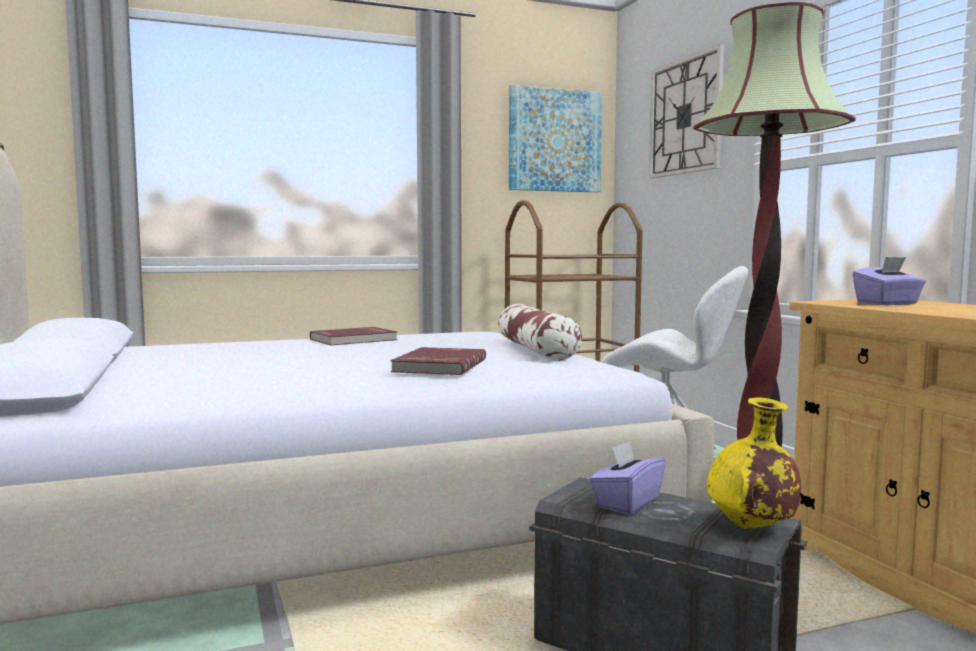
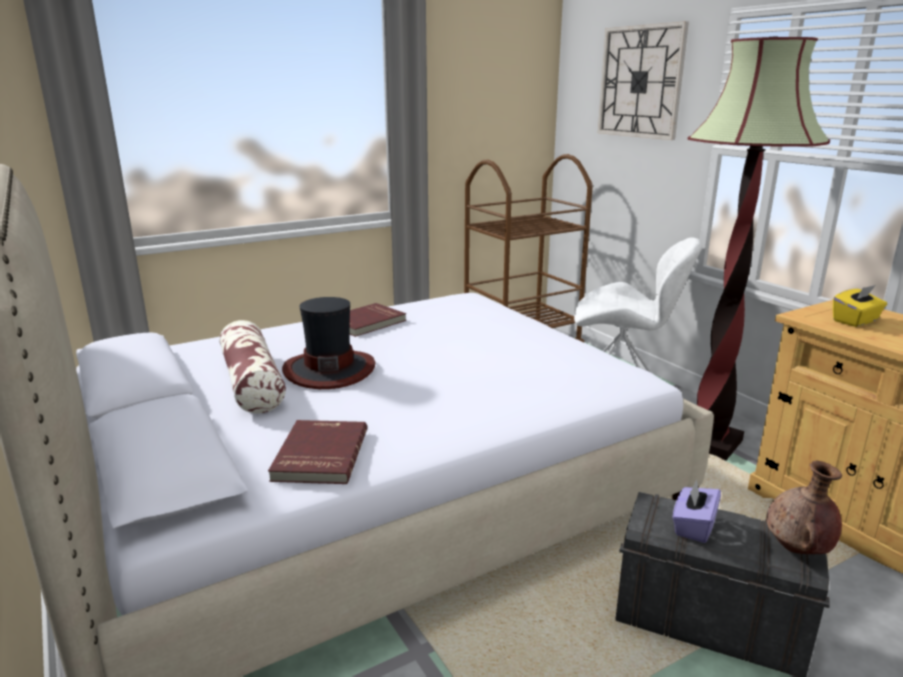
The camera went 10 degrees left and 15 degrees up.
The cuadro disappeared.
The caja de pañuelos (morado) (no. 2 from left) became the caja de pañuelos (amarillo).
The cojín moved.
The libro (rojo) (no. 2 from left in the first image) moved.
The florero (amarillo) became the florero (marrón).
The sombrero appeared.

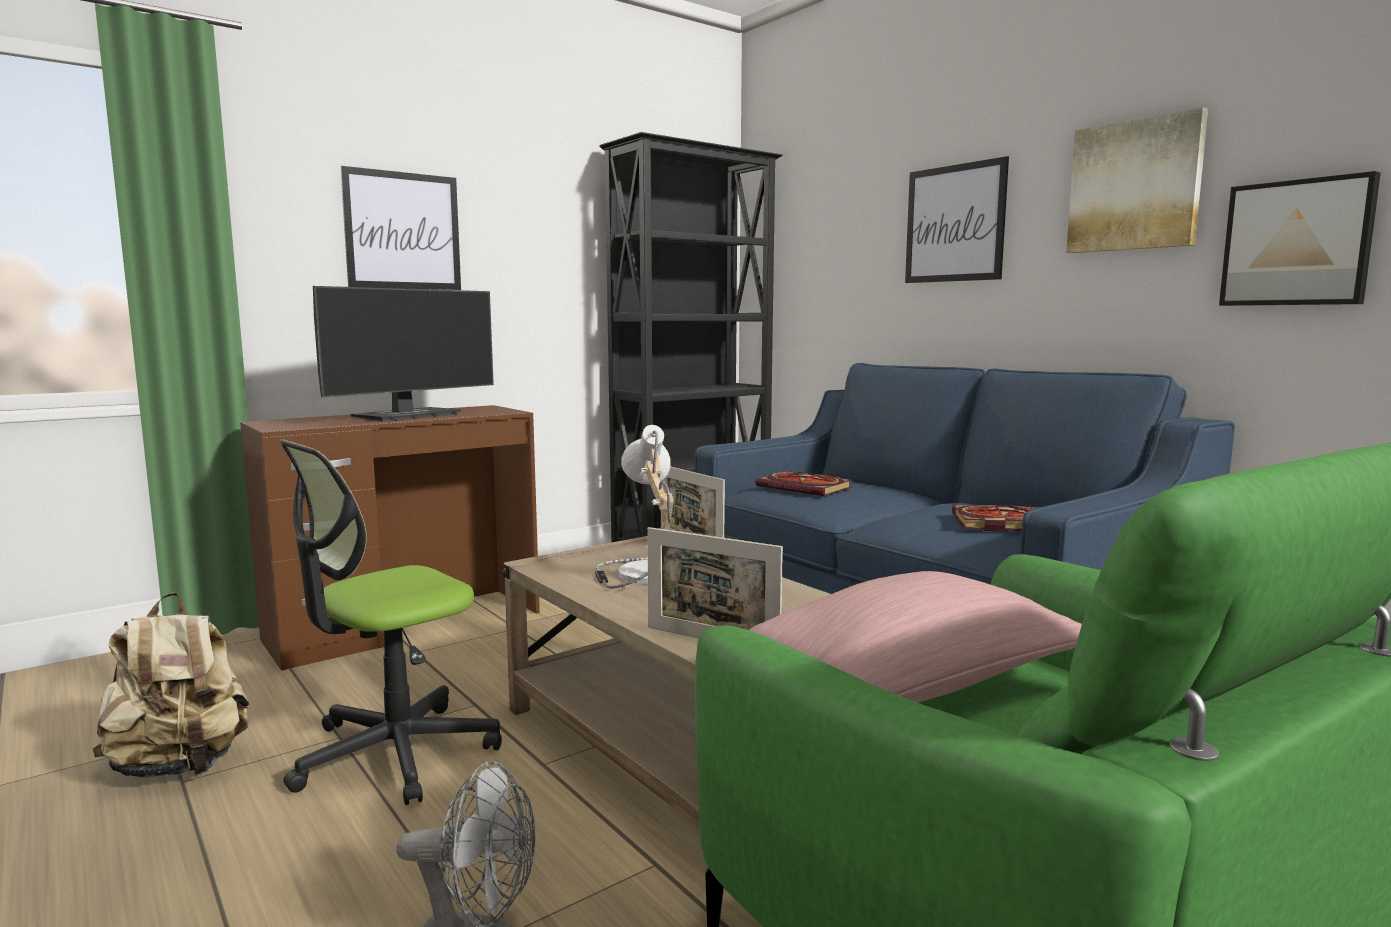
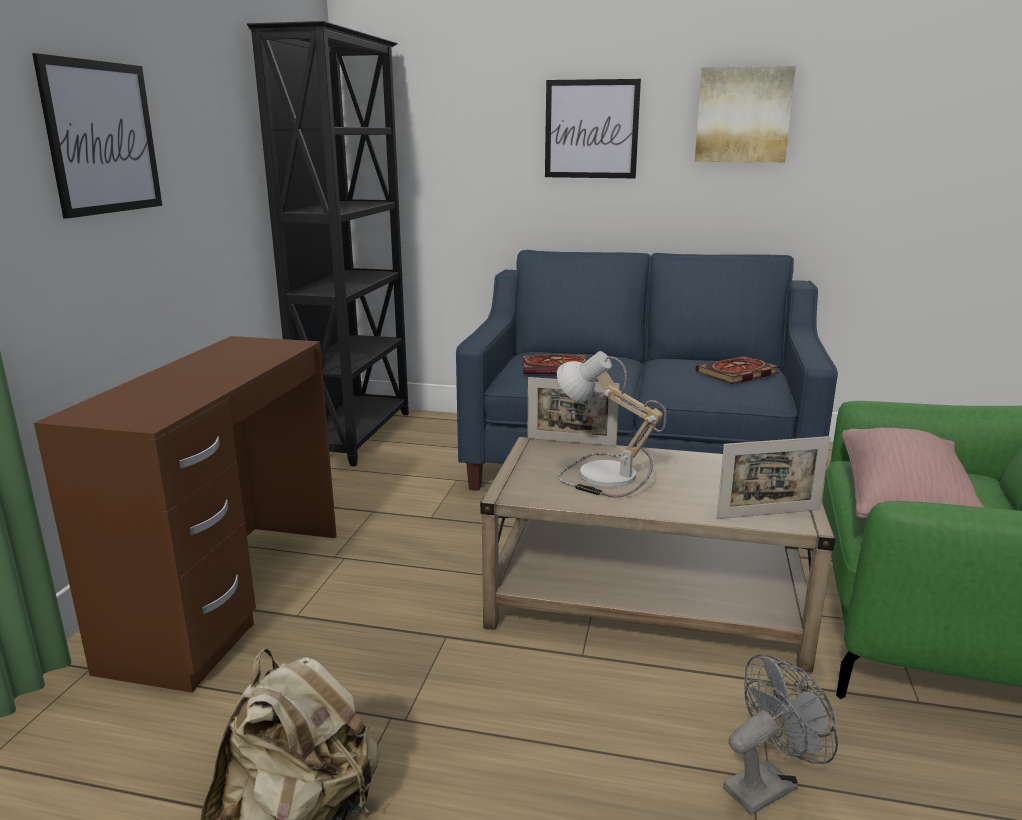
The camera went 40 degrees left and 10 degrees up.
The cuadro (no. 4 from left) disappeared.
The monitor disappeared.
The silla de oficina disappeared.

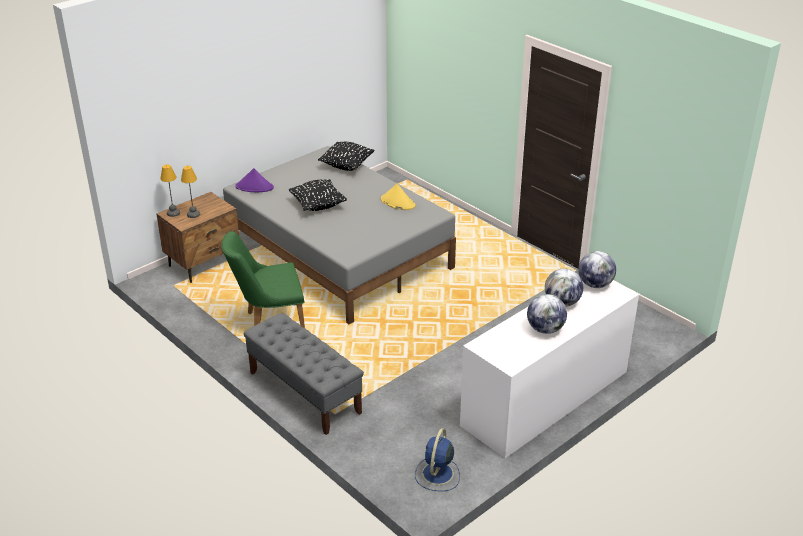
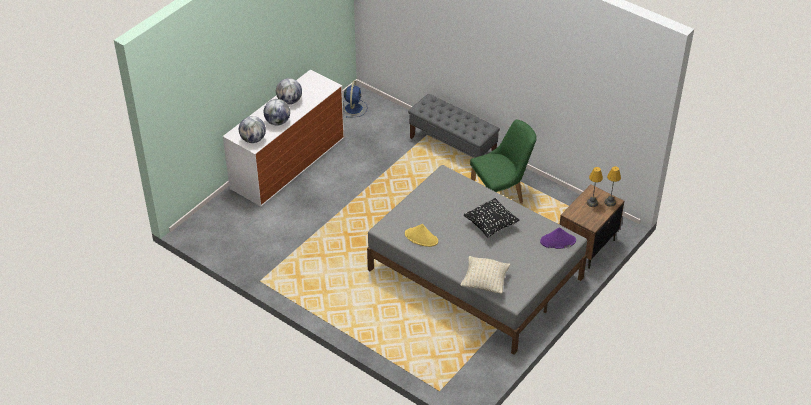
The camera went 170 degrees right and 10 degrees up.
The cojín (negro) (no. 2 from left) became the cojín (beis).

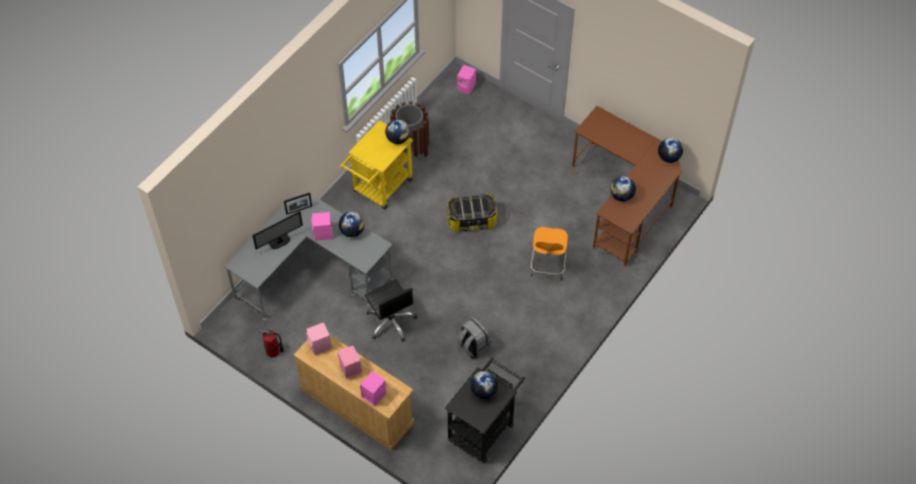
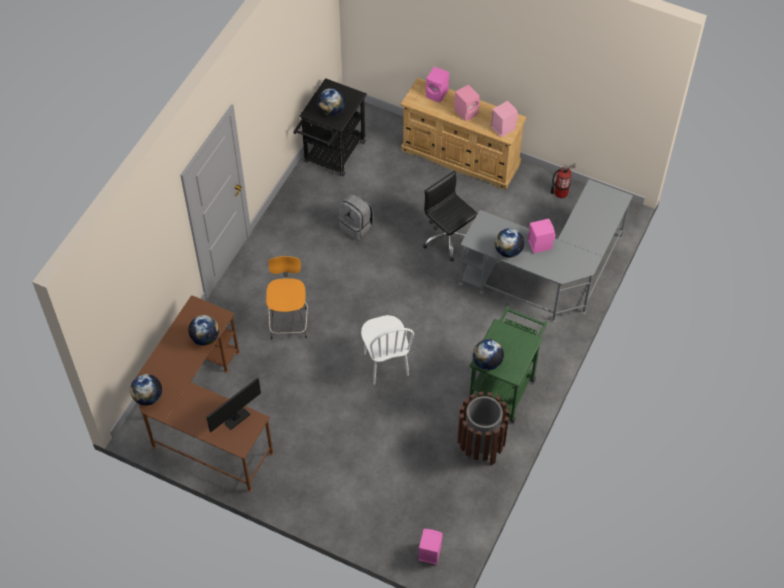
The camera went 170 degrees right and 0 degrees up.
The carrito (amarillo) became the carrito (verde).
The caja de almacenaje was replaced by the silla (blanco).
The portarretratos disappeared.
The monitor moved.

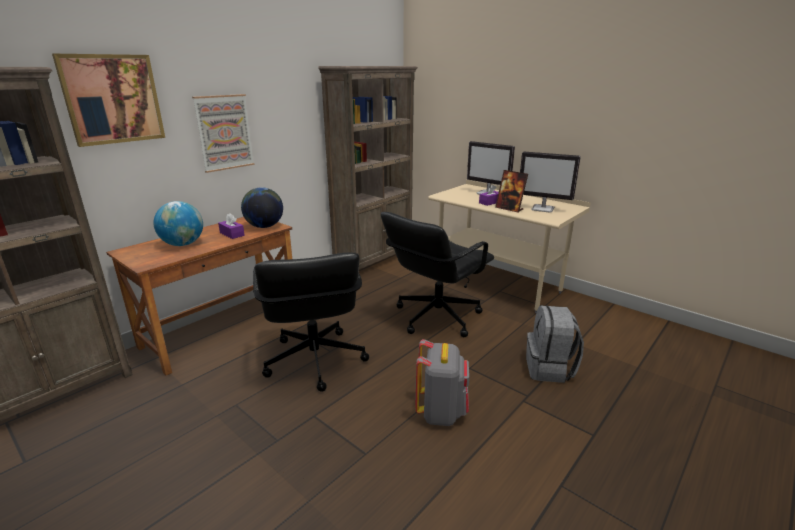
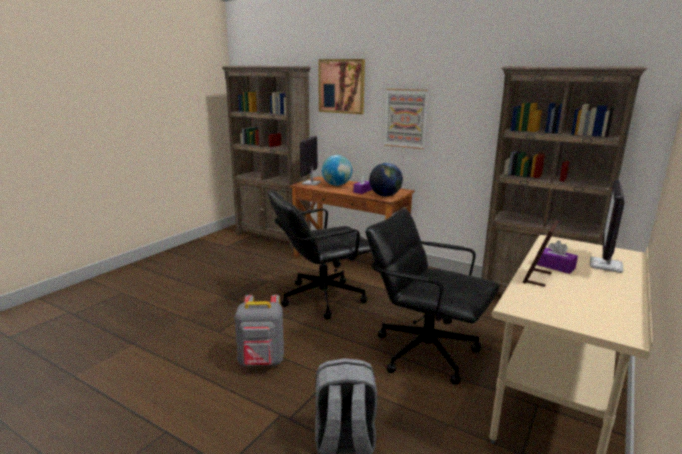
The camera went 80 degrees right and 5 degrees down.
The monitor (no. 2 from left in the first image) moved.

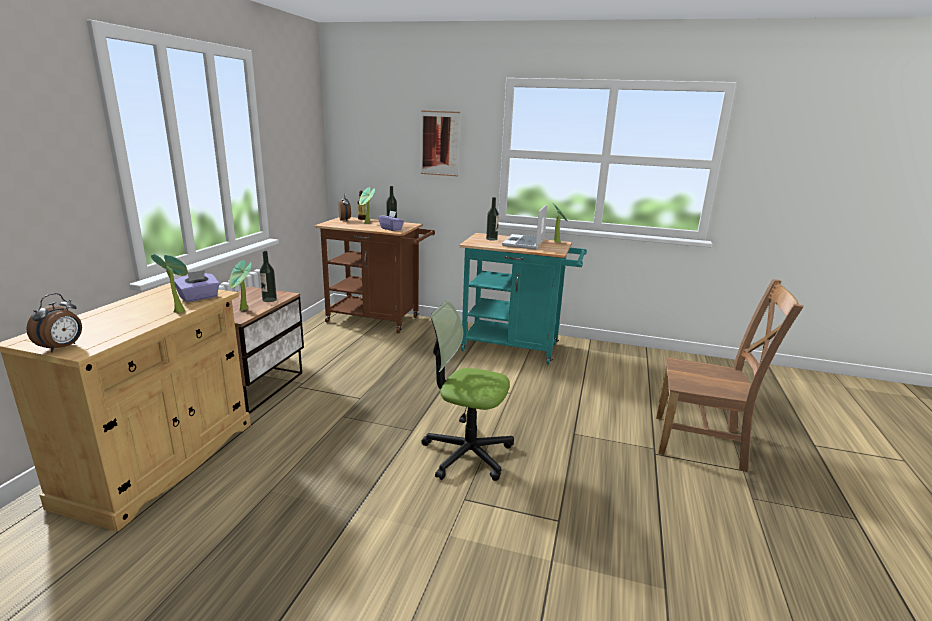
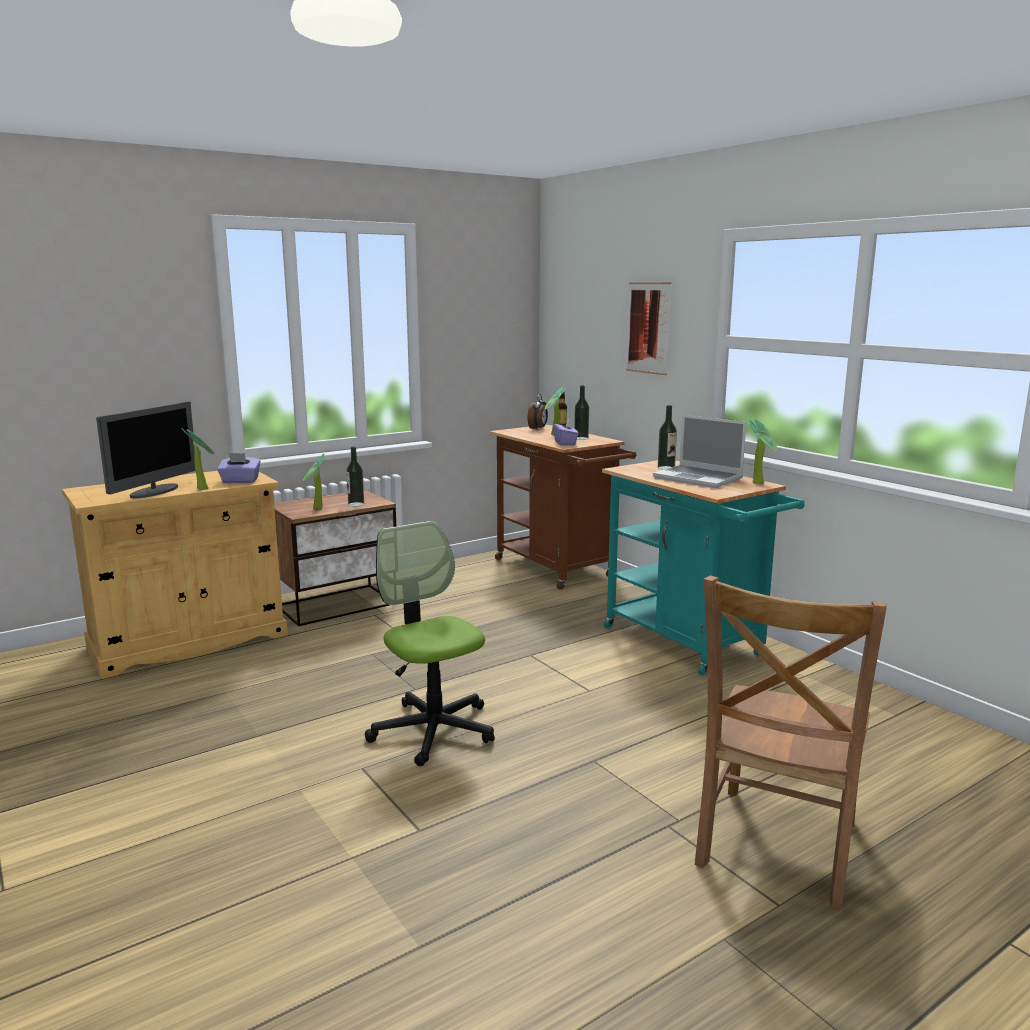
The camera went 40 degrees right and 5 degrees down.
The portátil turned 105 degrees counterclockwise.
The silla (marrón) turned 60 degrees clockwise.
The despertador (no. 1 from left) disappeared.
The monitor appeared.

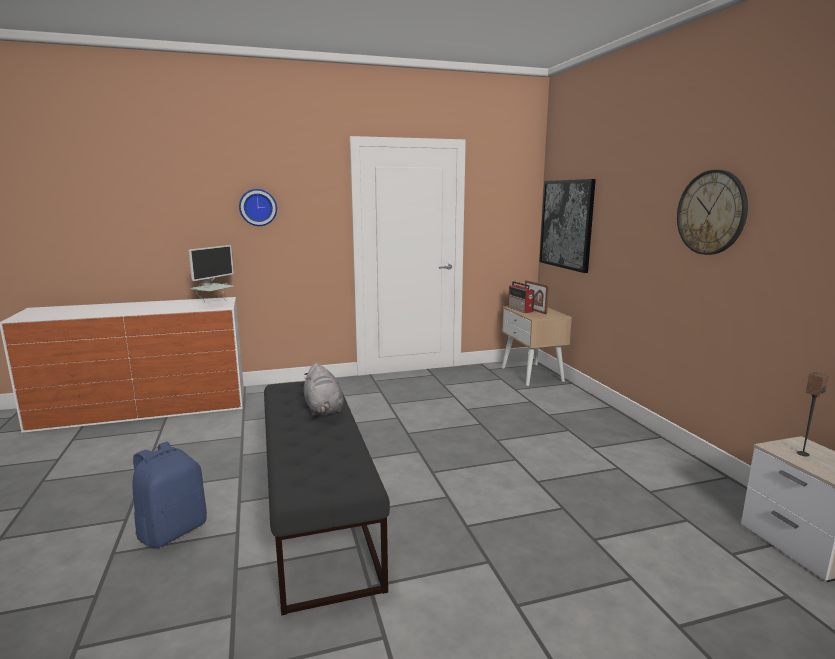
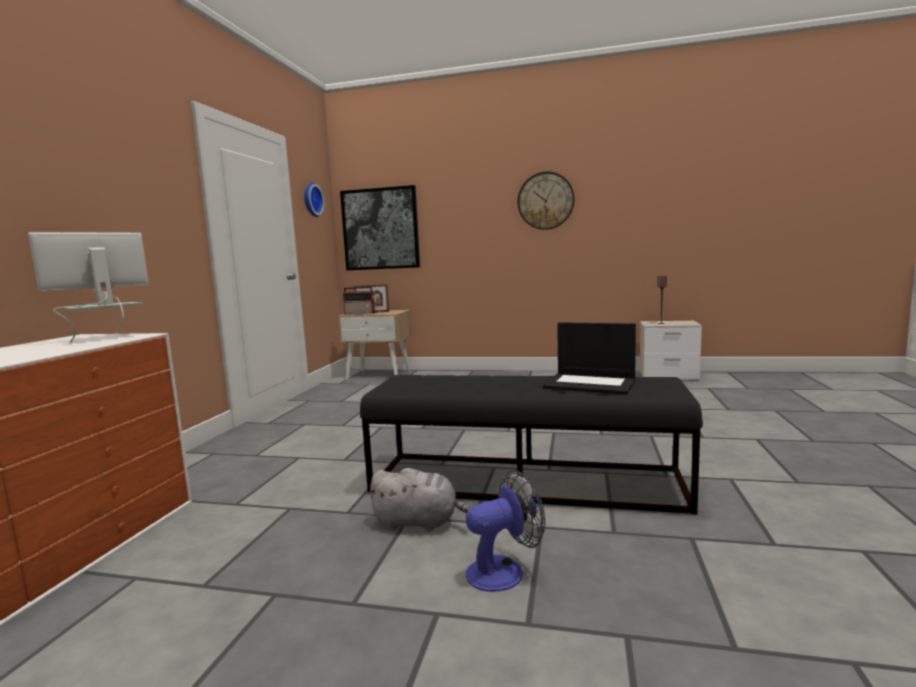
The camera went 60 degrees left and 5 degrees down.
The reloj de pared (no. 1 from left) moved.
The monitor turned 105 degrees counterclockwise.
The peluche (gris) moved.
The mochila (azul) was replaced by the ventilador.
The portátil appeared.

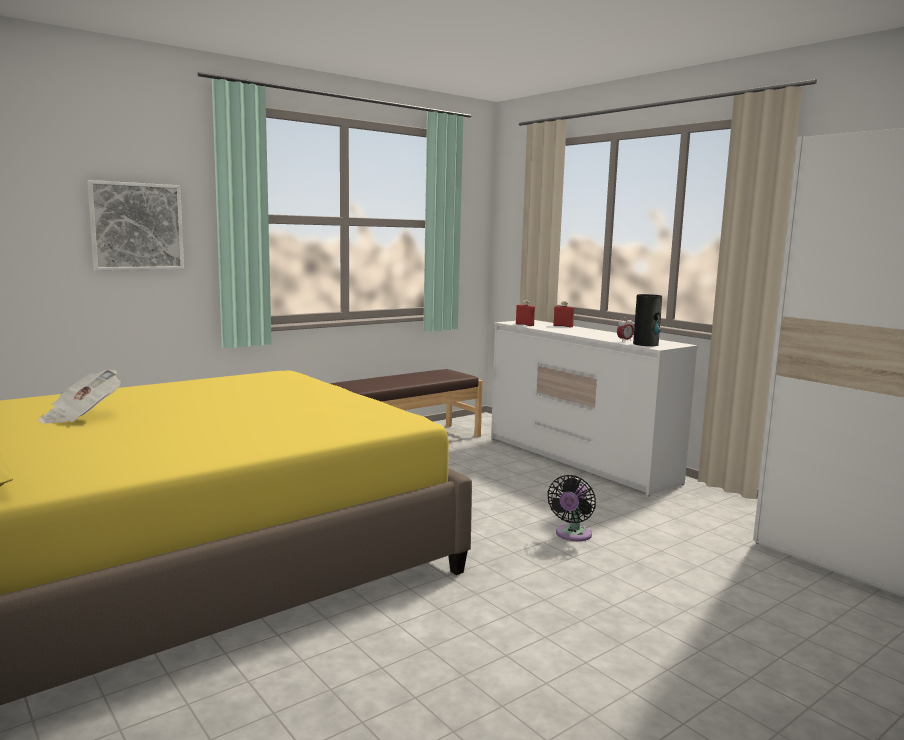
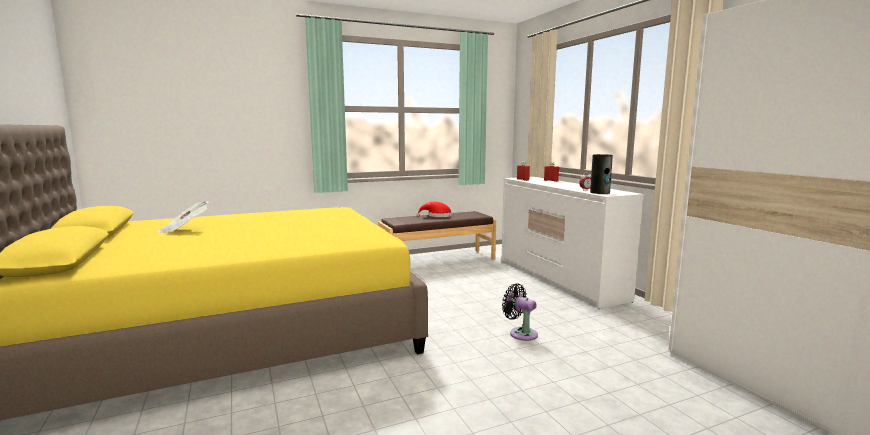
The camera went 15 degrees right and 0 degrees up.
The cuadro disappeared.
The ventilador (negro) turned 90 degrees clockwise.
The sombrero (rojo) appeared.

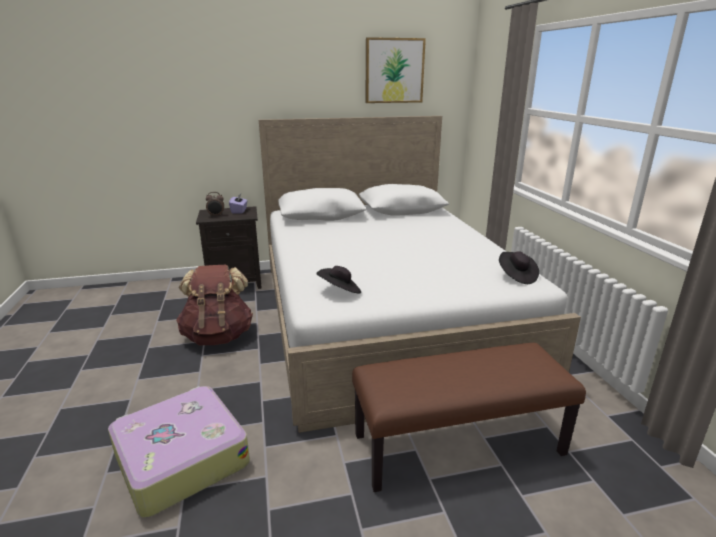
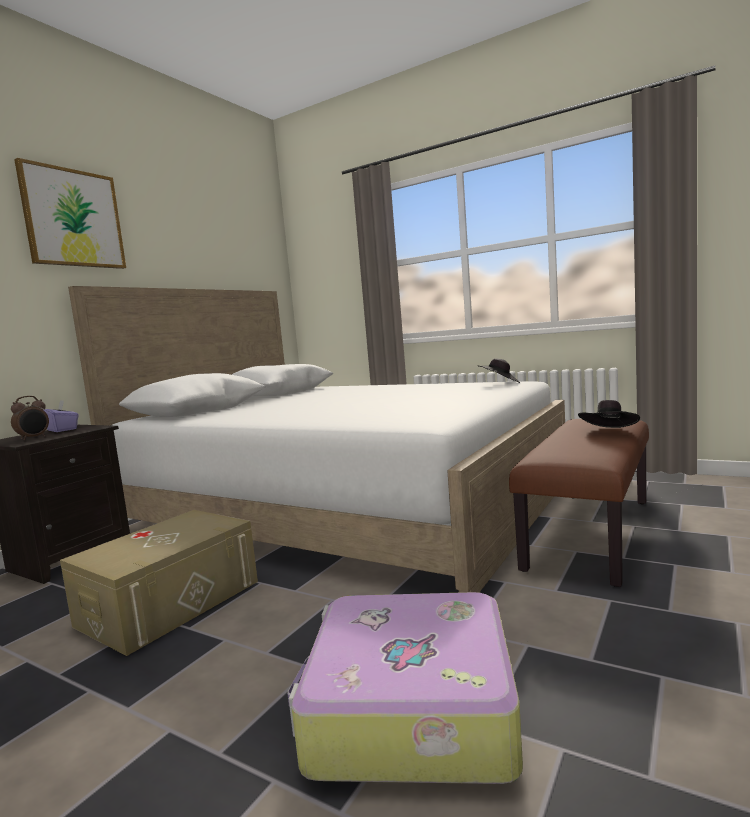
The camera went 45 degrees left and 15 degrees down.
The cuadro moved.
The mochila (marrón) was replaced by the caja de almacenaje (beis).
The sombrero (negro) (no. 1 from left in the first image) moved.

